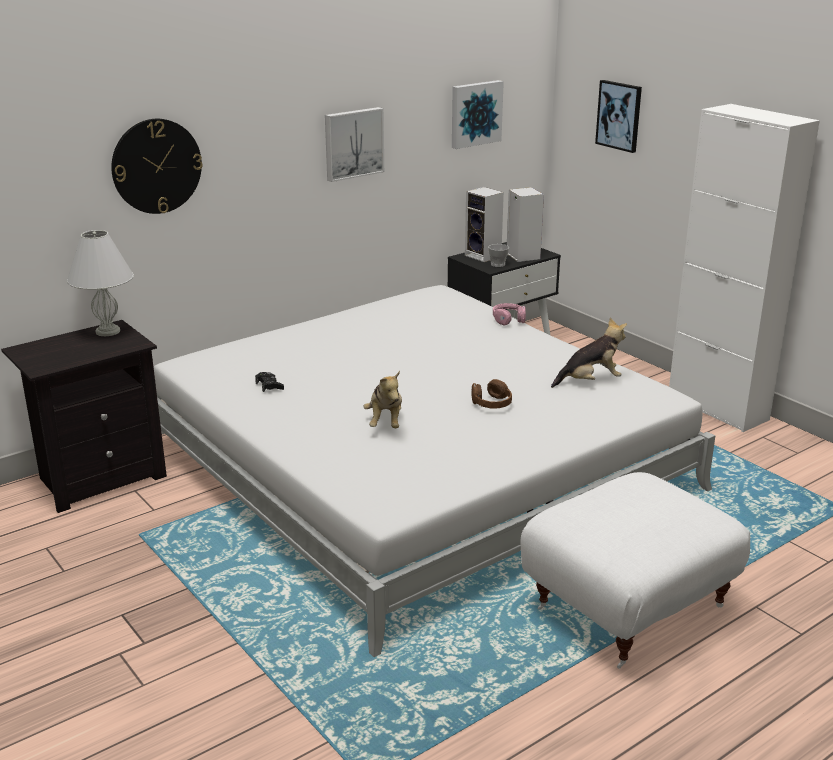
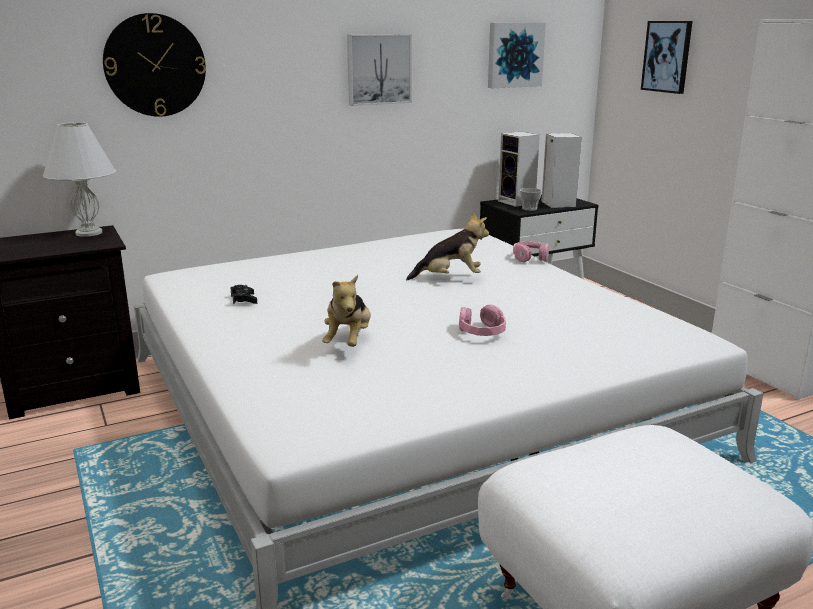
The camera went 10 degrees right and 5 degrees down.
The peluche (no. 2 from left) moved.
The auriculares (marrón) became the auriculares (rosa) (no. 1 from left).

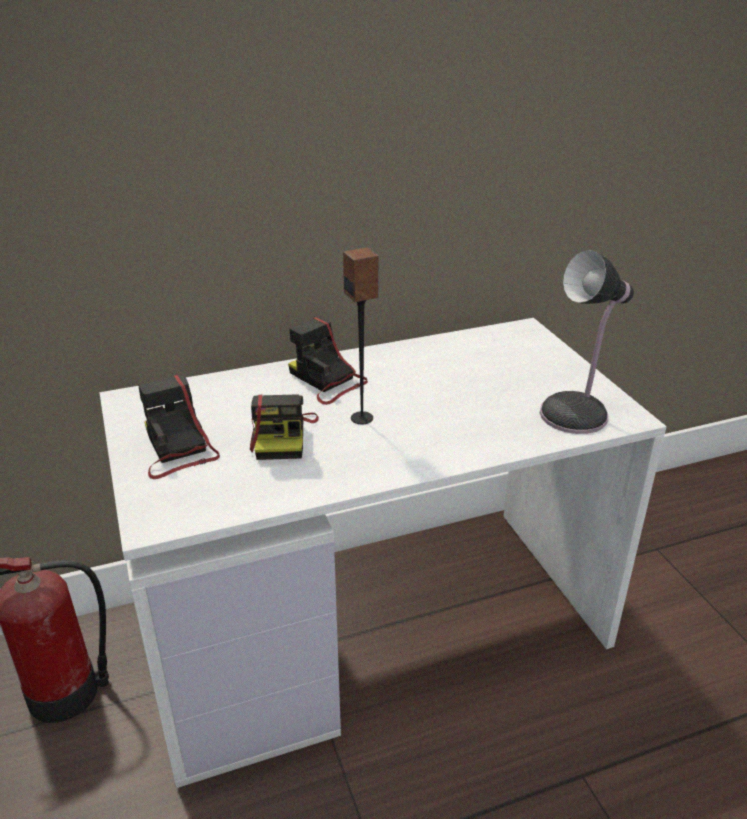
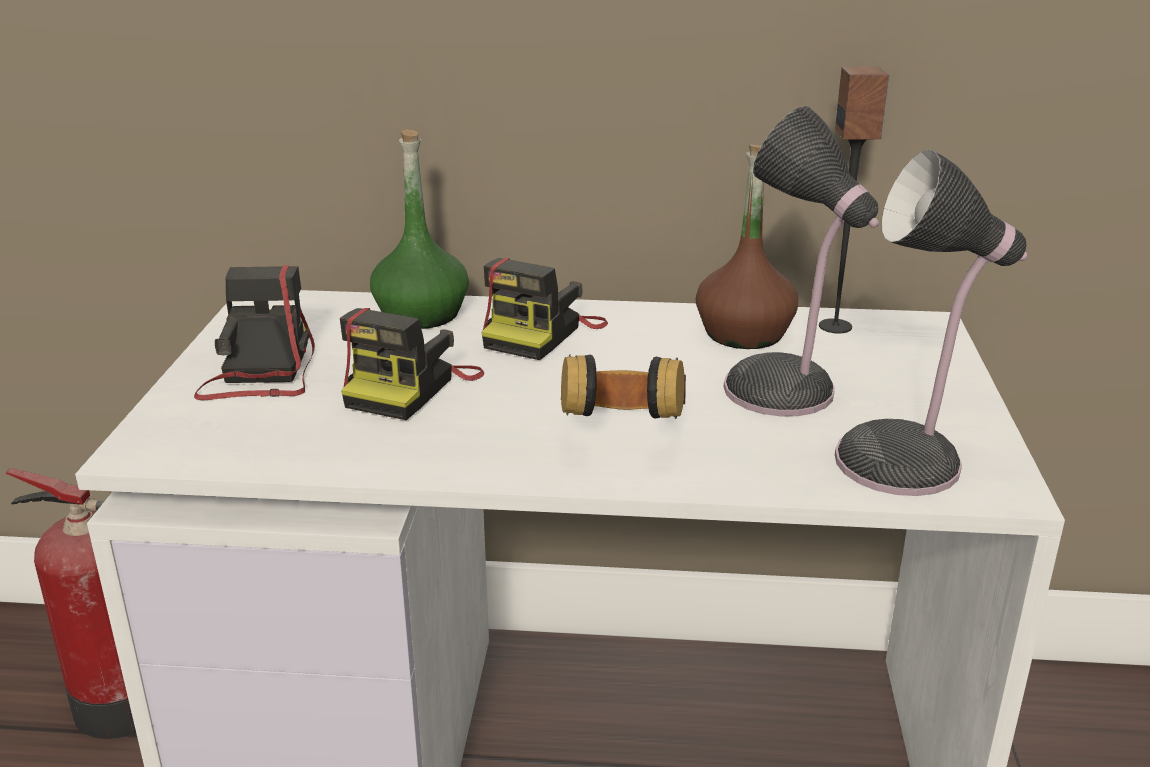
The camera went 25 degrees right and 5 degrees down.
The altavoz moved.
The cámara (no. 3 from left) turned 135 degrees counterclockwise.
The lámpara de mesa (no. 1 from left) appeared.
The botella (verde) appeared.
The botella (marrón) appeared.
The auriculares appeared.

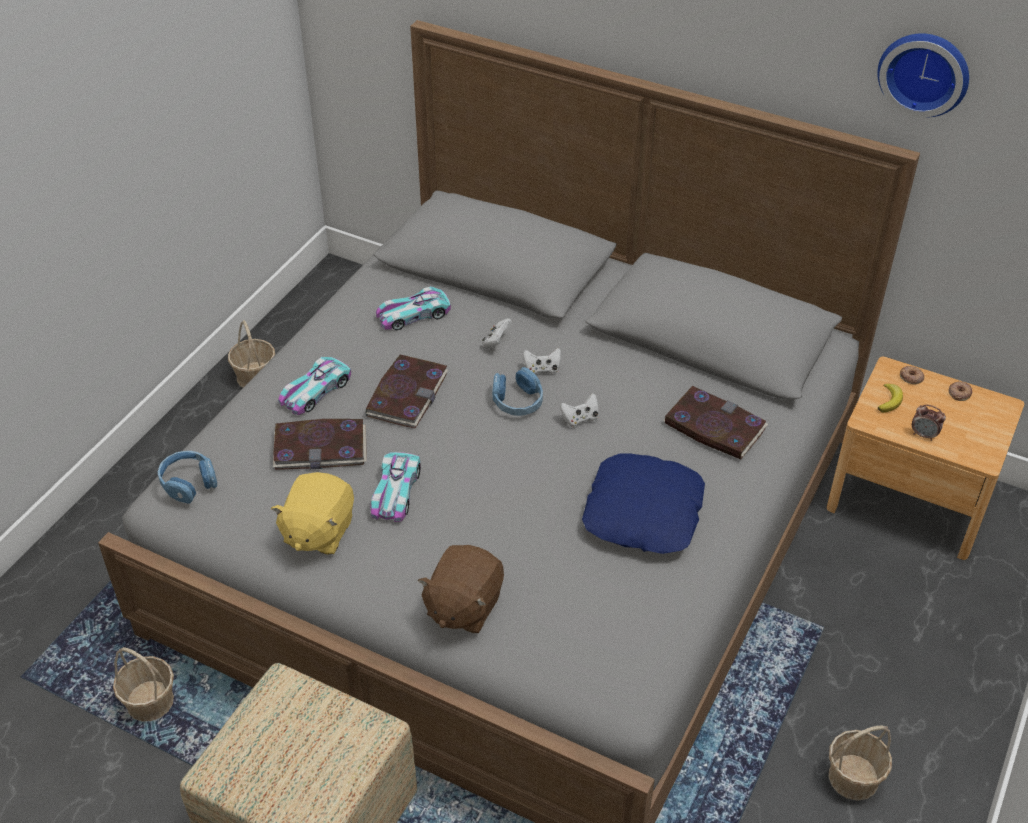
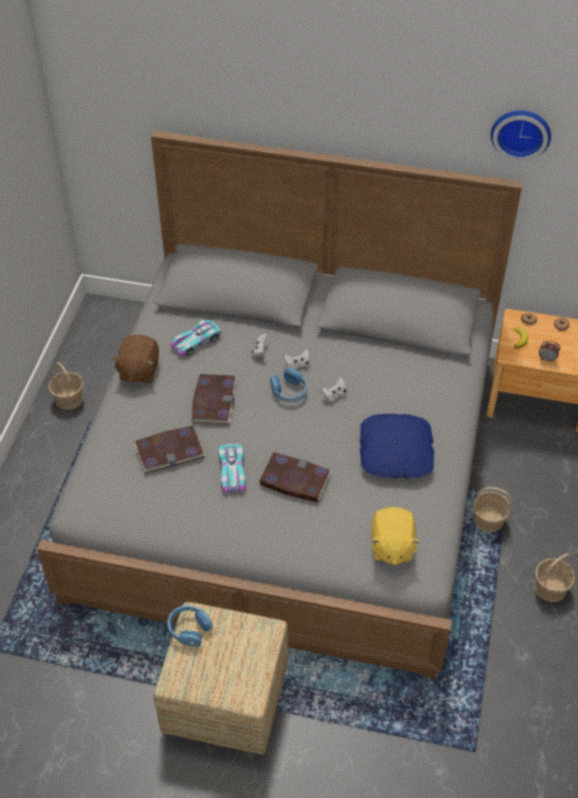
The camera went 15 degrees left and 5 degrees up.
The coche de juguete (no. 1 from left) disappeared.
The libro (no. 3 from left) moved.
The auriculares (azul) (no. 1 from left) moved.
The peluche (amarillo) moved.
The peluche (marrón) moved.
The cesta (no. 1 from left in the first image) moved.

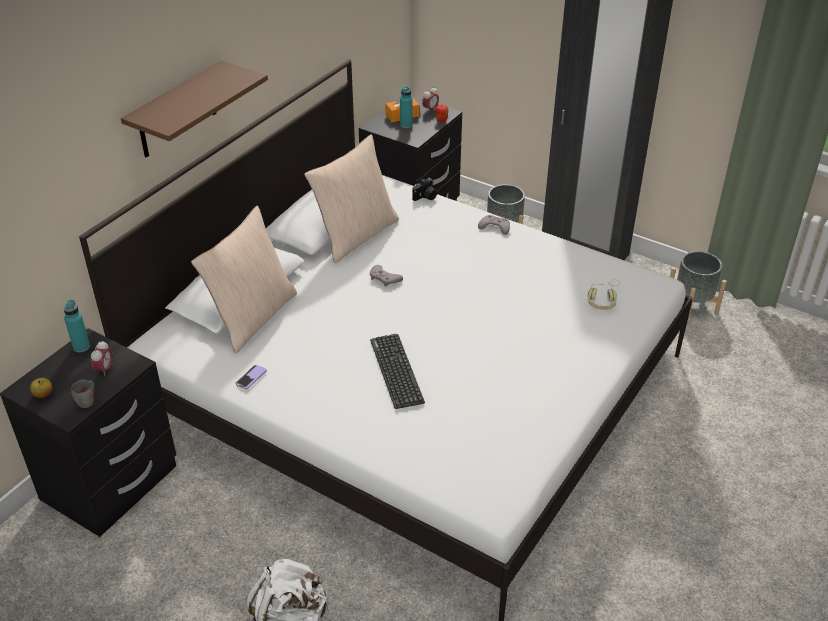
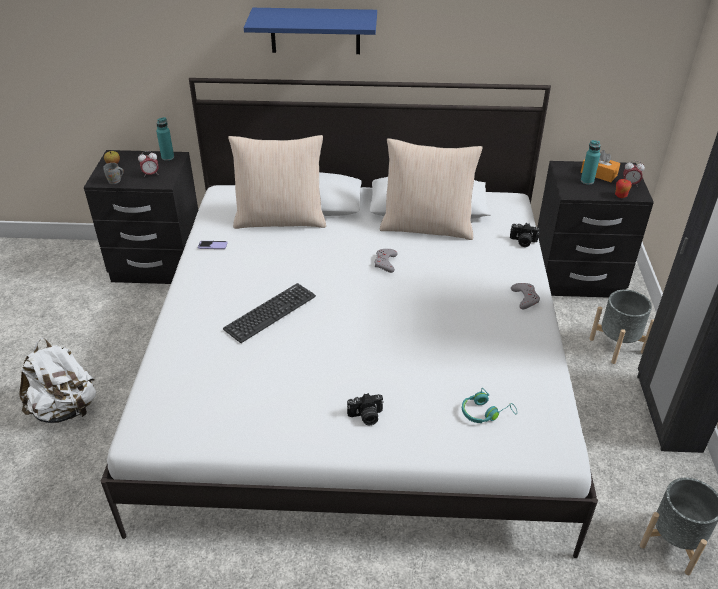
The camera went 60 degrees right and 0 degrees up.
The estante (marrón) became the estante (azul).
The auriculares (beis) became the auriculares (turquesa).
The cámara (no. 1 from left) appeared.

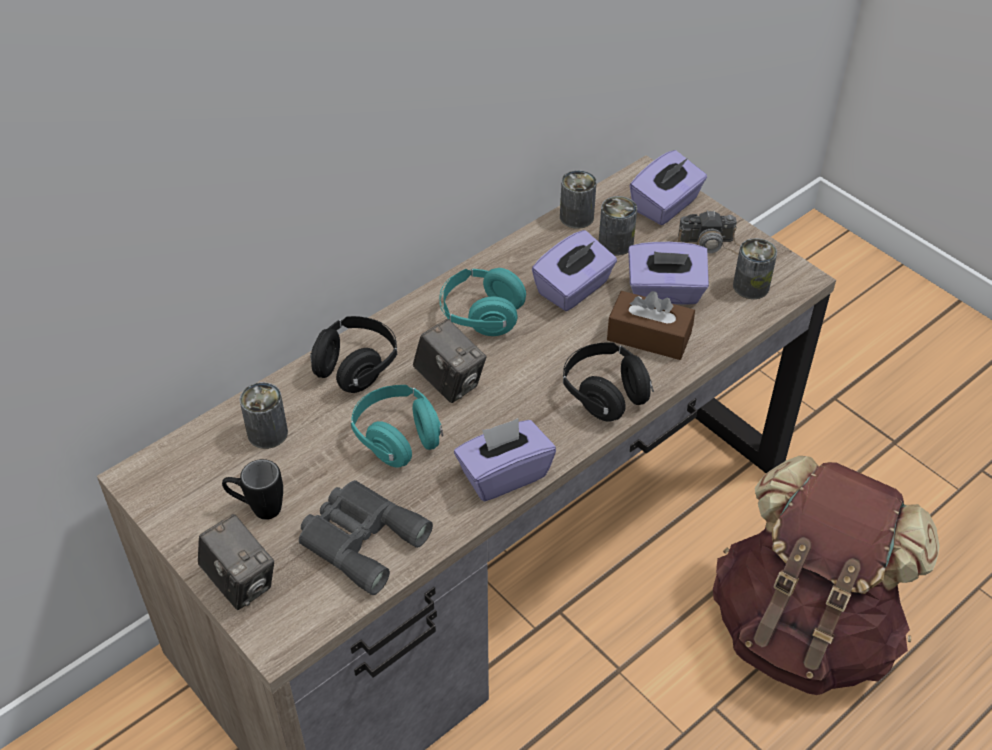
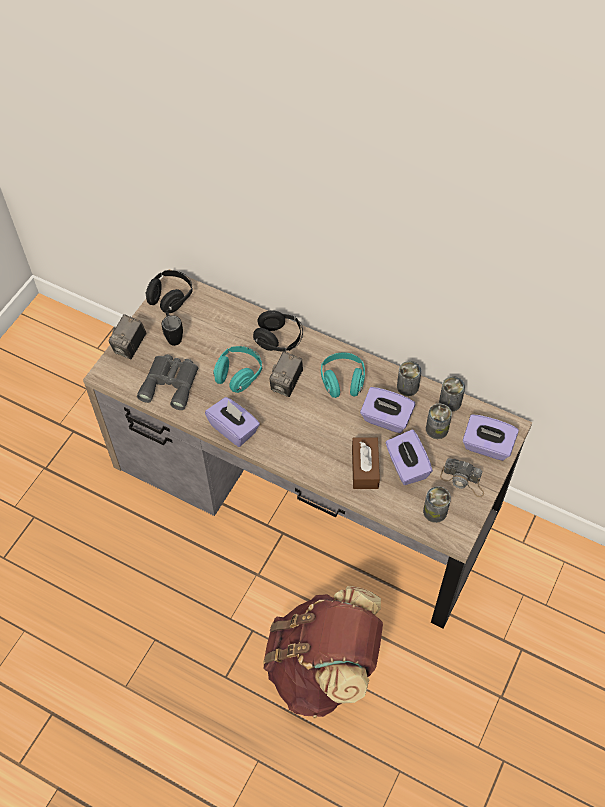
The camera went 70 degrees right and 10 degrees up.
The cámara (no. 3 from left) turned 45 degrees counterclockwise.
The auriculares (negro) (no. 2 from left in the first image) moved.
The lata (no. 1 from left) moved.

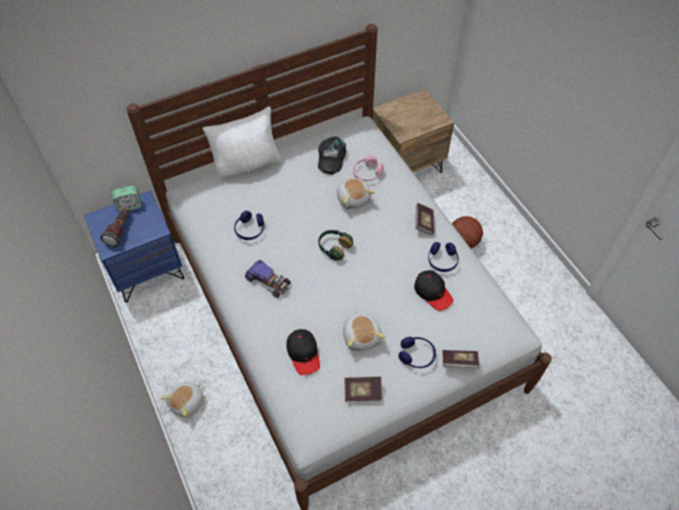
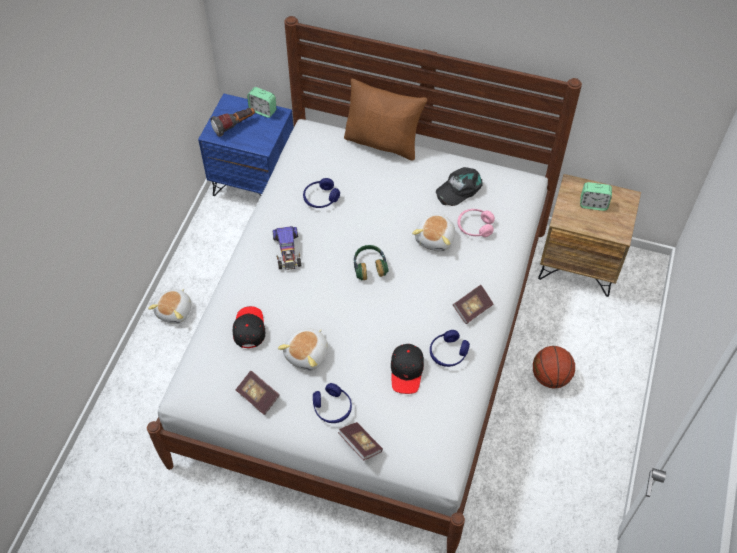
The camera went 45 degrees right and 0 degrees up.
The cojín (blanco) became the cojín (marrón).
The gorra (negro) (no. 1 from left) turned 150 degrees clockwise.
The peluche (no. 1 from left) turned 60 degrees counterclockwise.
The despertador (no. 2 from left) appeared.

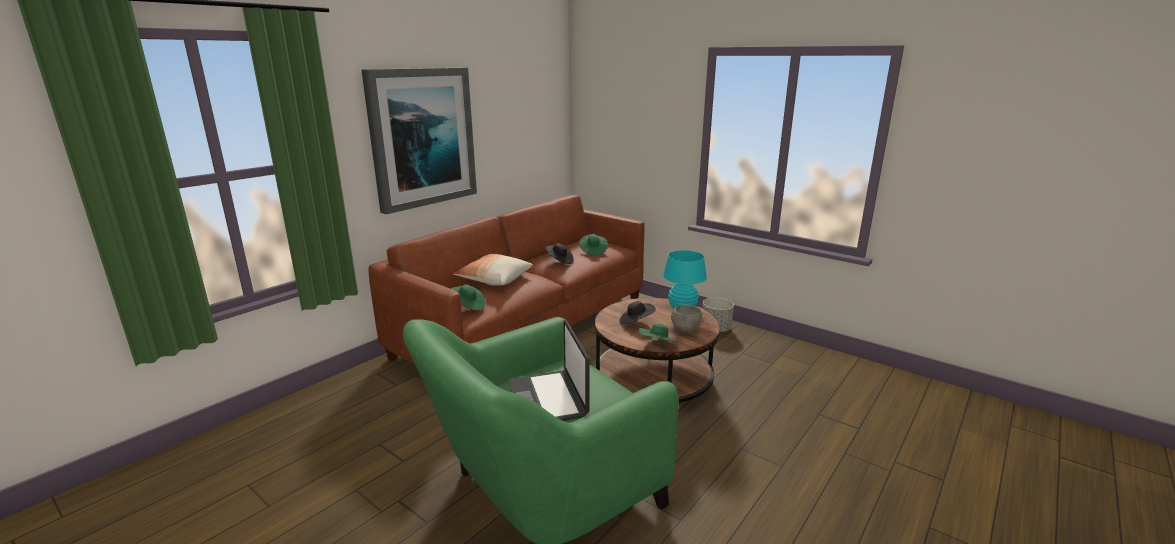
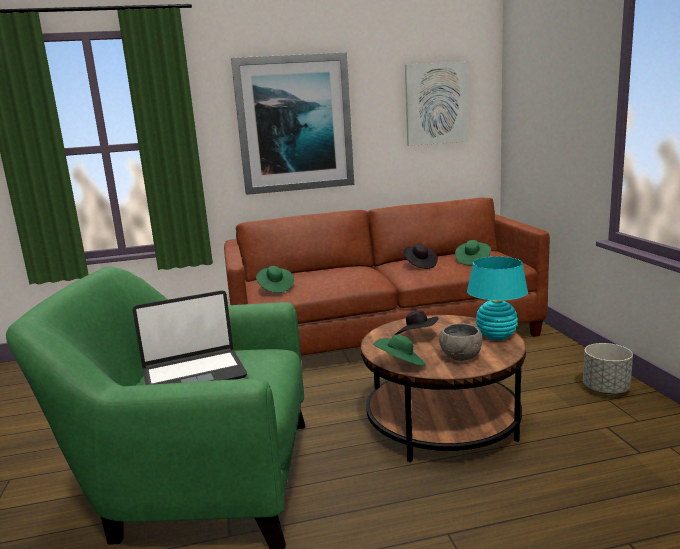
The camera went 40 degrees right and 5 degrees down.
The cojín disappeared.
The portátil turned 135 degrees counterclockwise.
The cuadro (no. 2 from left) appeared.

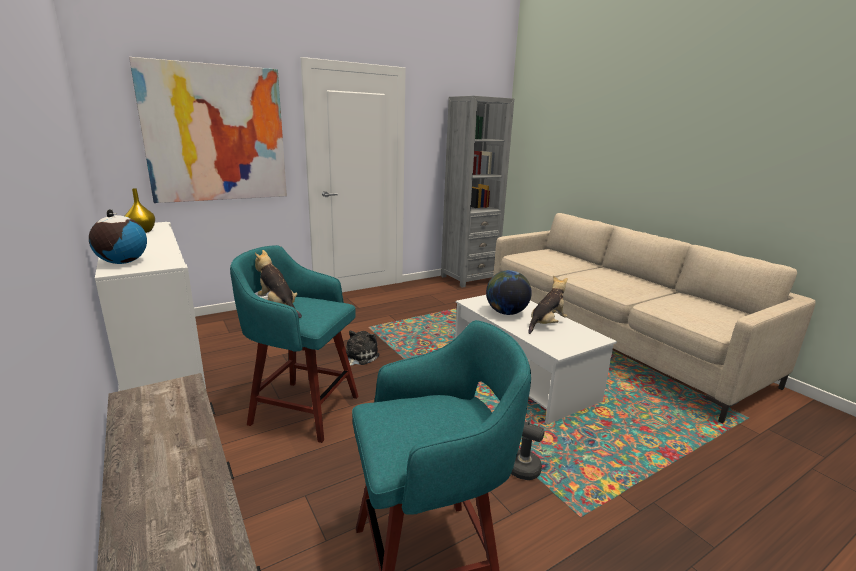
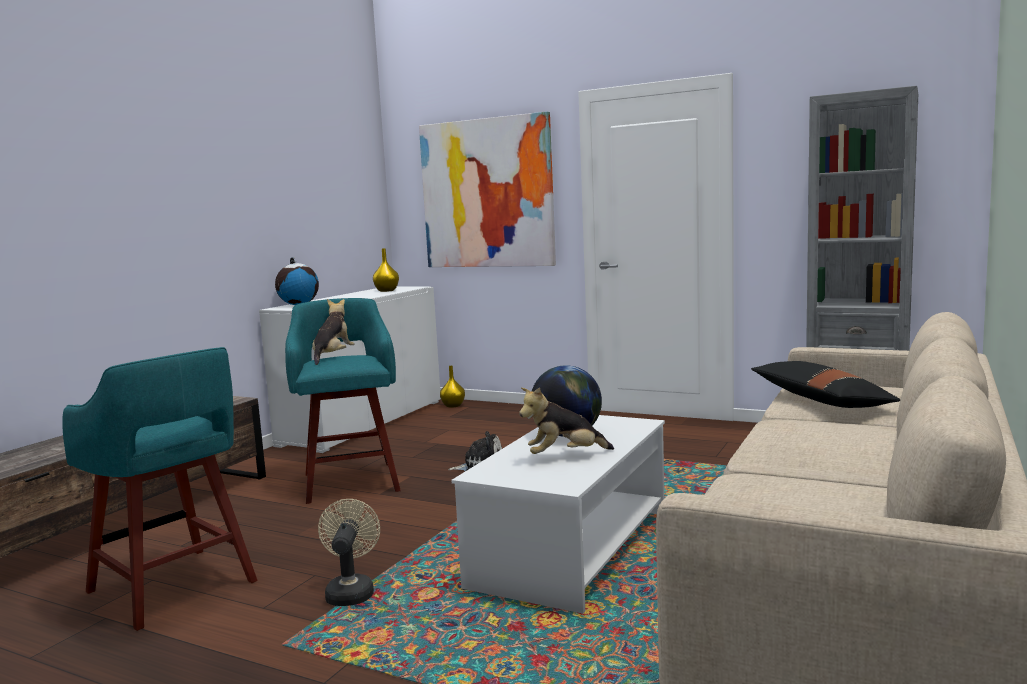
The camera went 60 degrees right and 10 degrees down.
The peluche (no. 3 from left) turned 150 degrees clockwise.
The cojín (negro) appeared.
The florero (amarillo) (no. 2 from left) appeared.

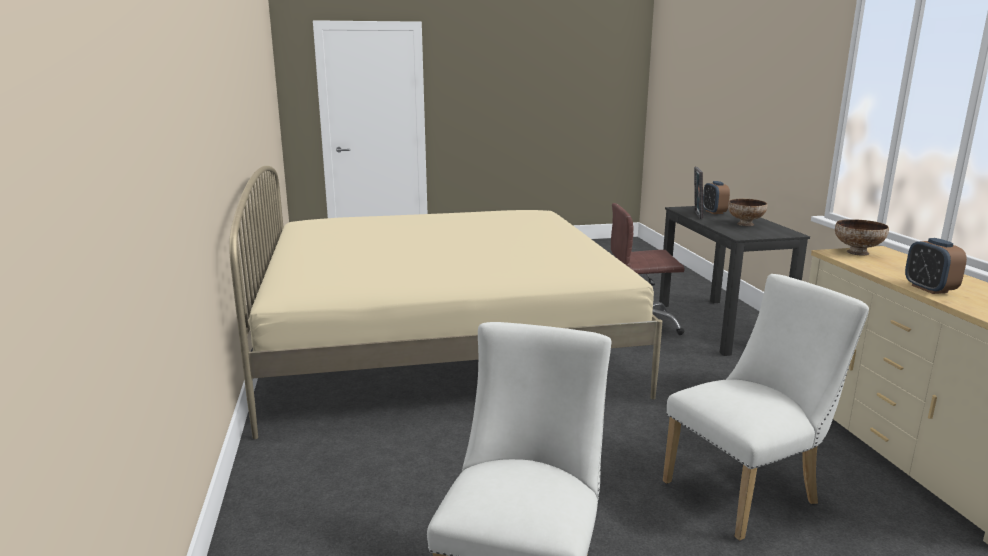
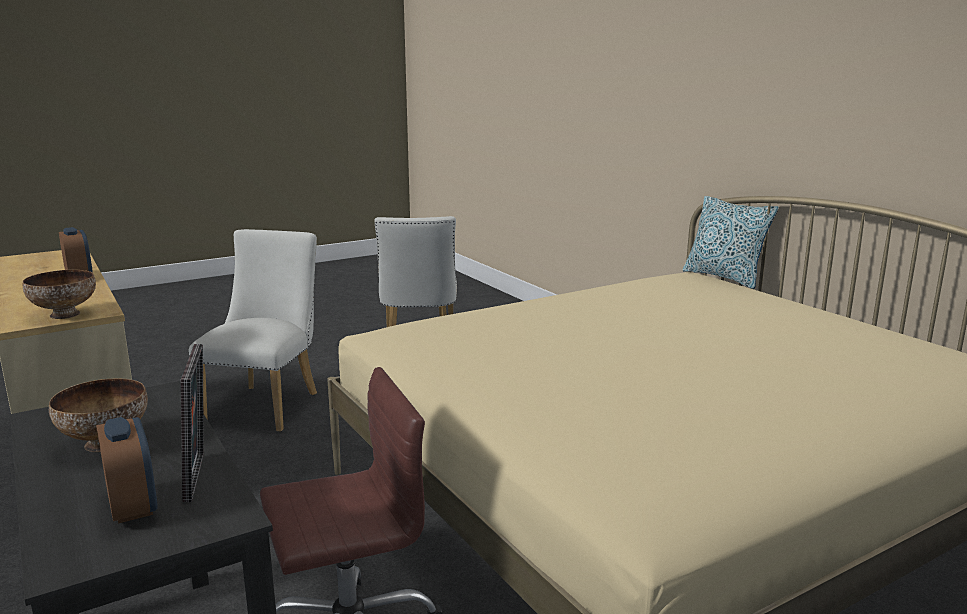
The camera went 160 degrees right and 0 degrees up.
The silla (blanco) (no. 2 from left in the first image) turned 150 degrees clockwise.
The cojín appeared.

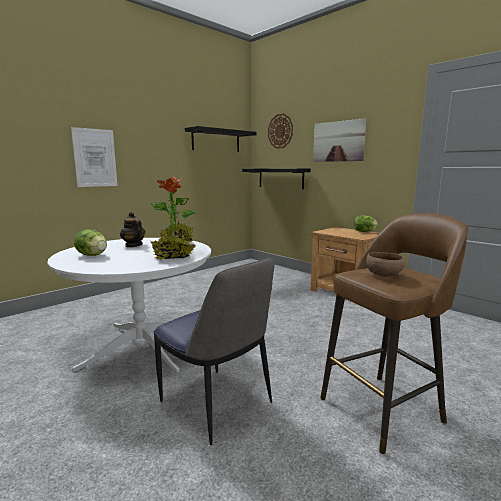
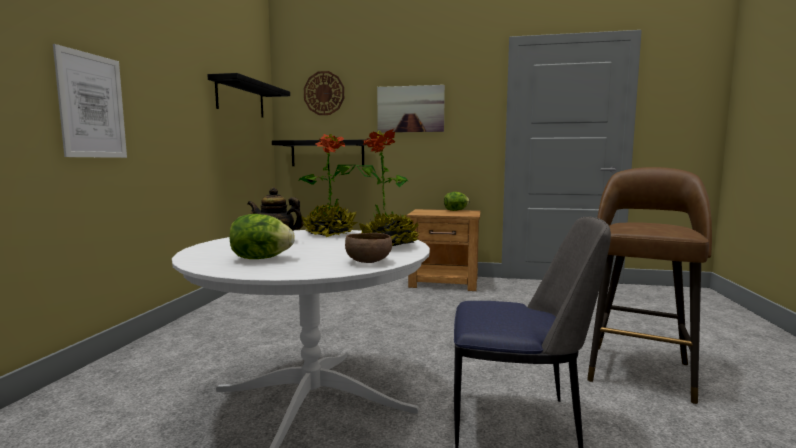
The camera went 35 degrees left and 5 degrees down.
The cuenco (marrón) moved.

